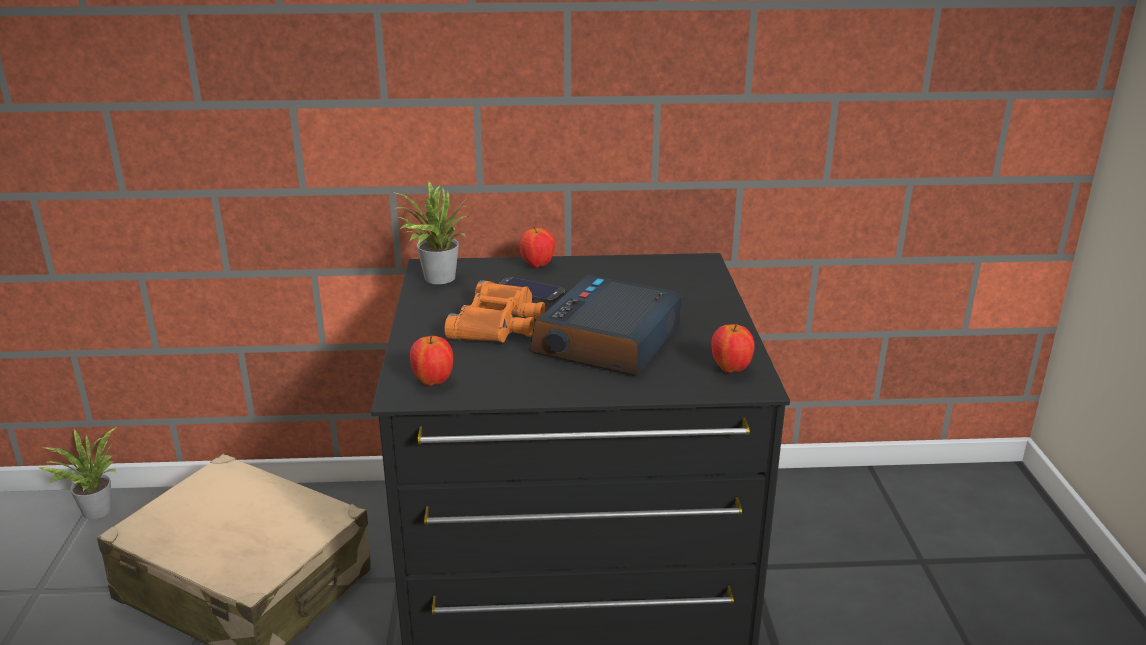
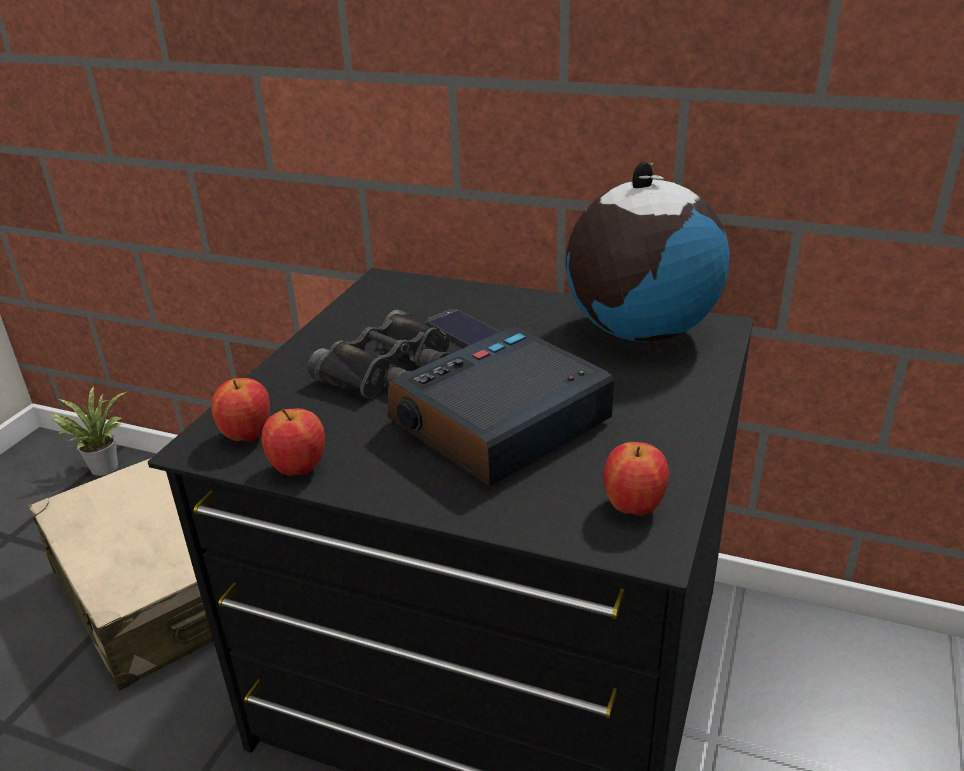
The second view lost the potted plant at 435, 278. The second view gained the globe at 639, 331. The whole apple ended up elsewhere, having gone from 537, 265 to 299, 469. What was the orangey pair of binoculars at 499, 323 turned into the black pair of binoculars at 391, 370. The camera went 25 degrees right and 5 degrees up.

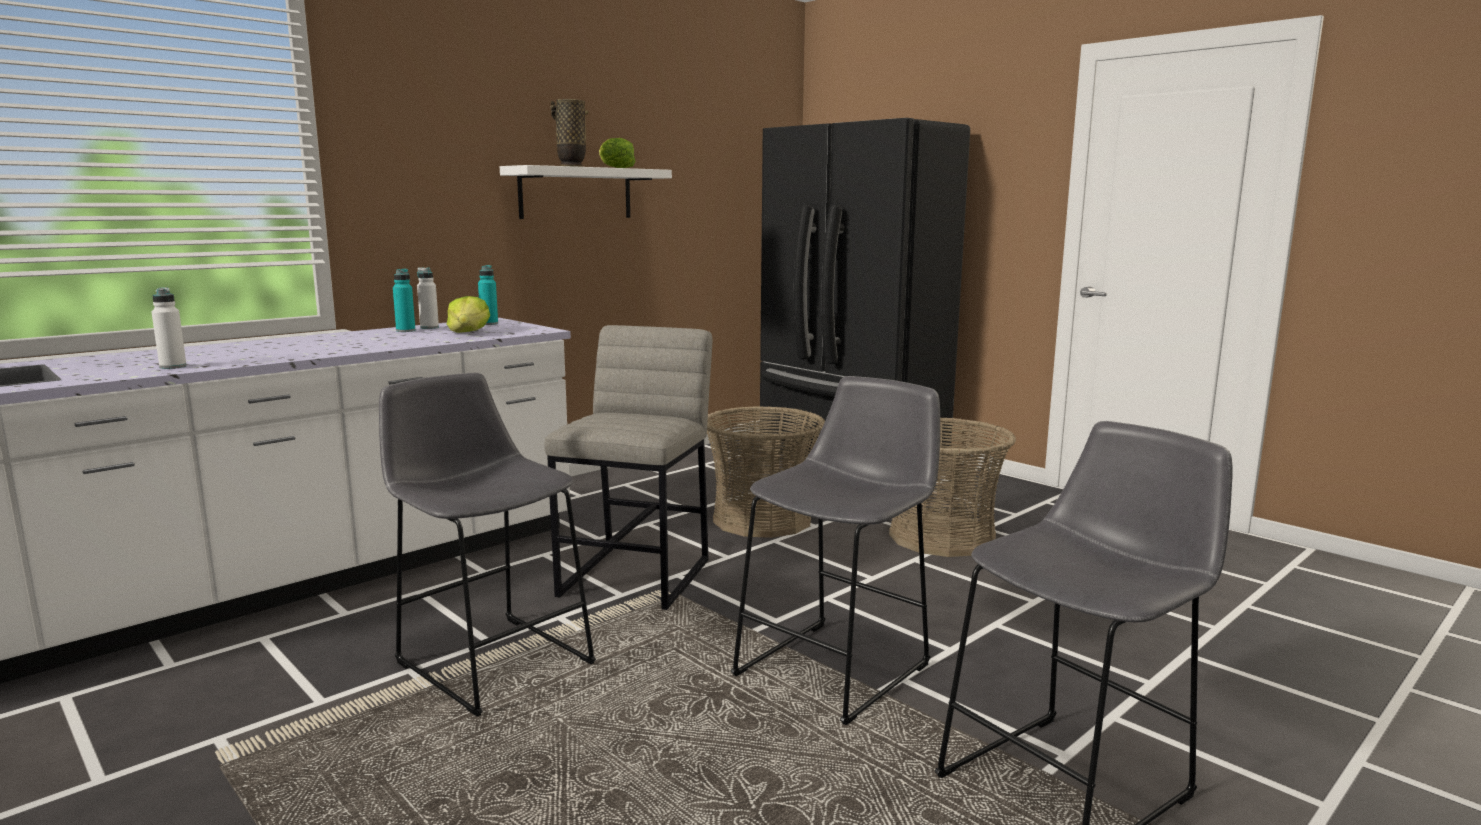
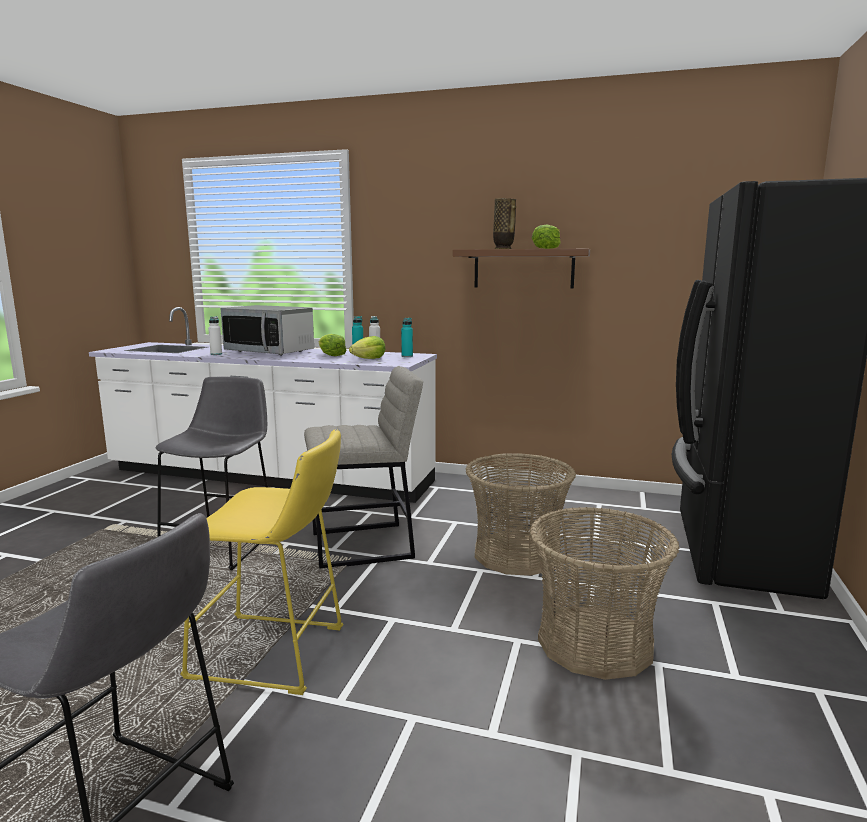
The second view gained the microwave oven at 270, 351. The second view gained the head of lettuce at 331, 355. What was the white-coloured shelf at 576, 193 turned into the brownish shelf at 523, 269. What was the greyish stool seat at 839, 667 turned into the yellow-coloured stool seat at 275, 654. The camera went 60 degrees right and 0 degrees up.

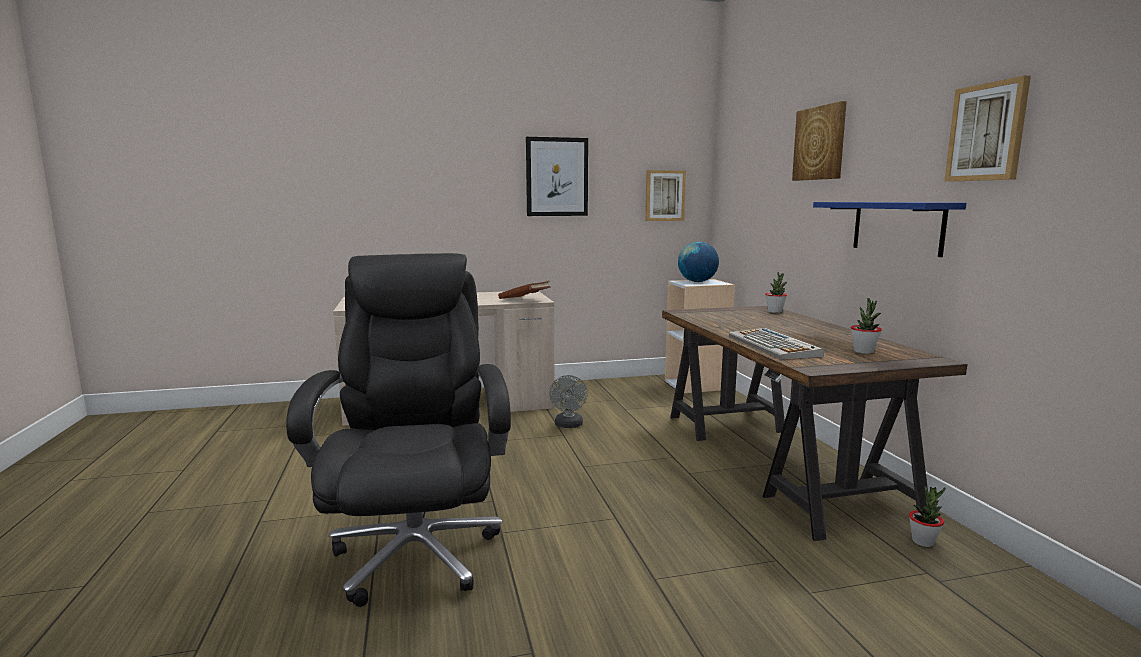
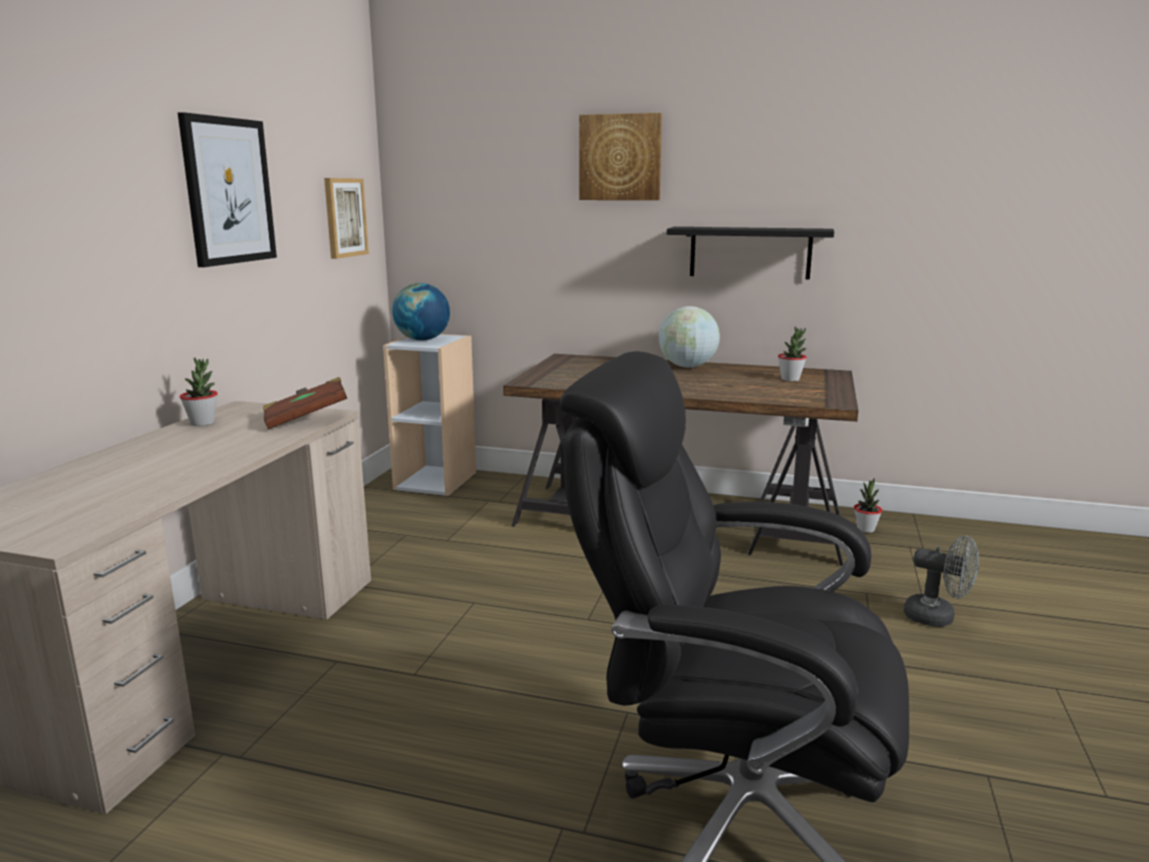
The second view lost the keyboard at 774, 346. The second view lost the wall art at 987, 132. The second view gained the globe at 687, 366. The greyish cooling fan ended up elsewhere, having gone from 568, 425 to 937, 618. The potted plant ended up elsewhere, having gone from 775, 311 to 202, 423. What was the blue-coloured shelf at 897, 227 turned into the black shelf at 750, 252. The camera went 60 degrees left and 5 degrees up.

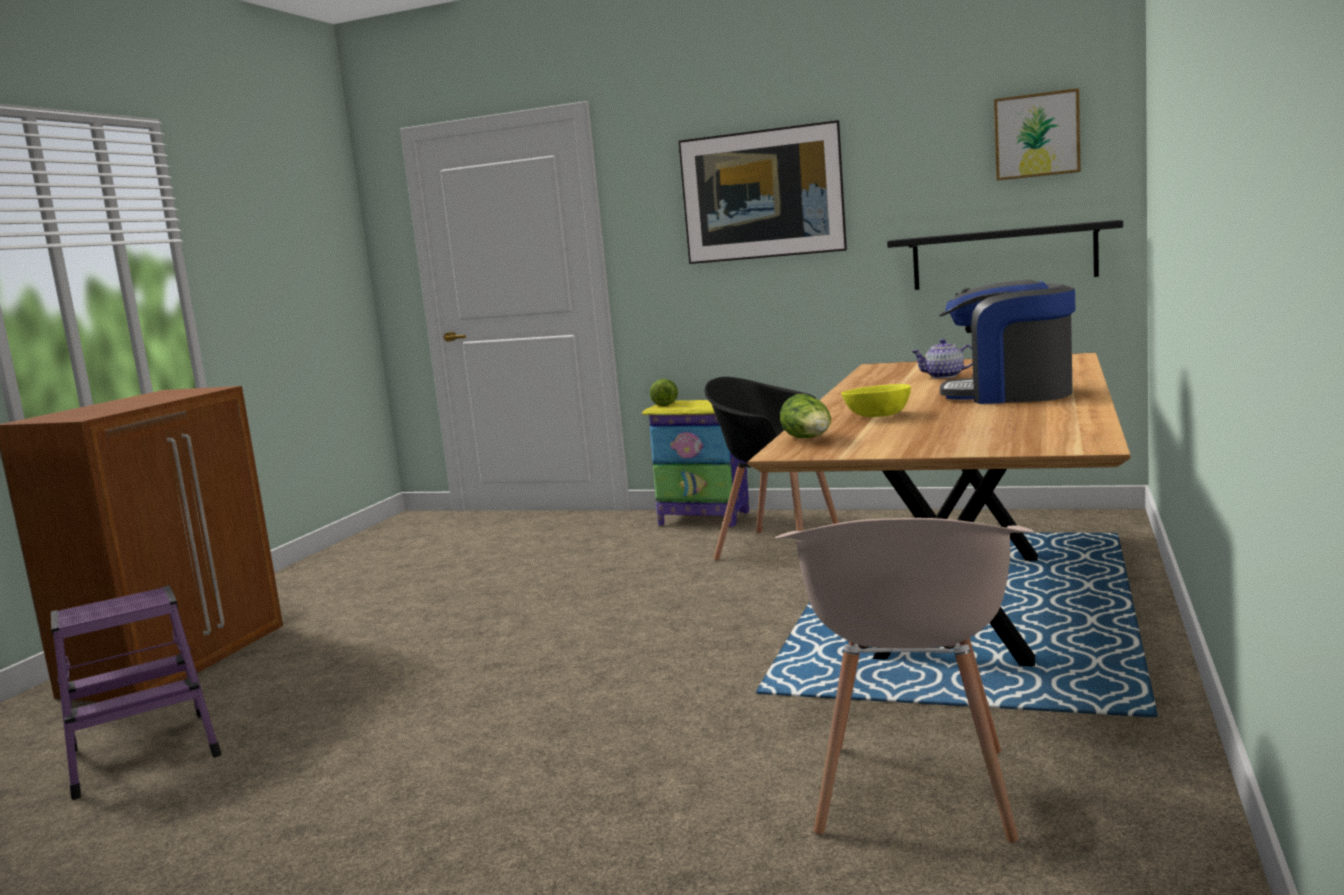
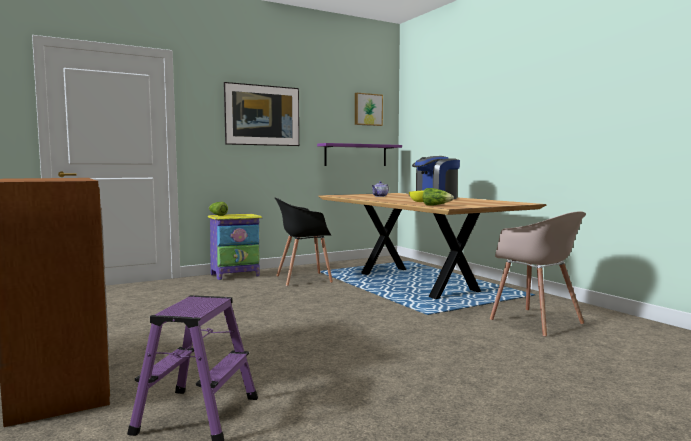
What was the black shelf at 1003, 256 turned into the purple shelf at 356, 155. The camera went 50 degrees left and 5 degrees down.

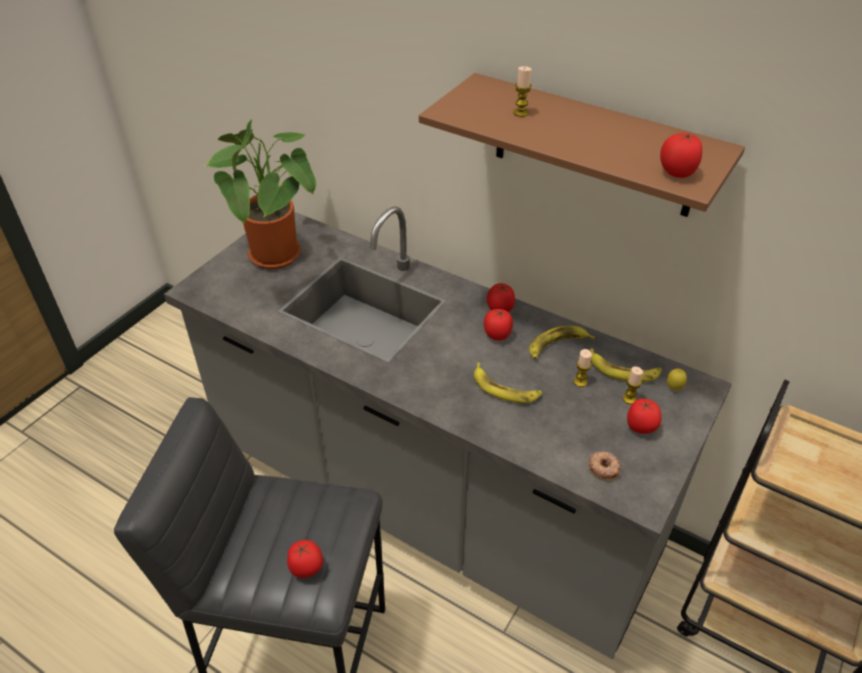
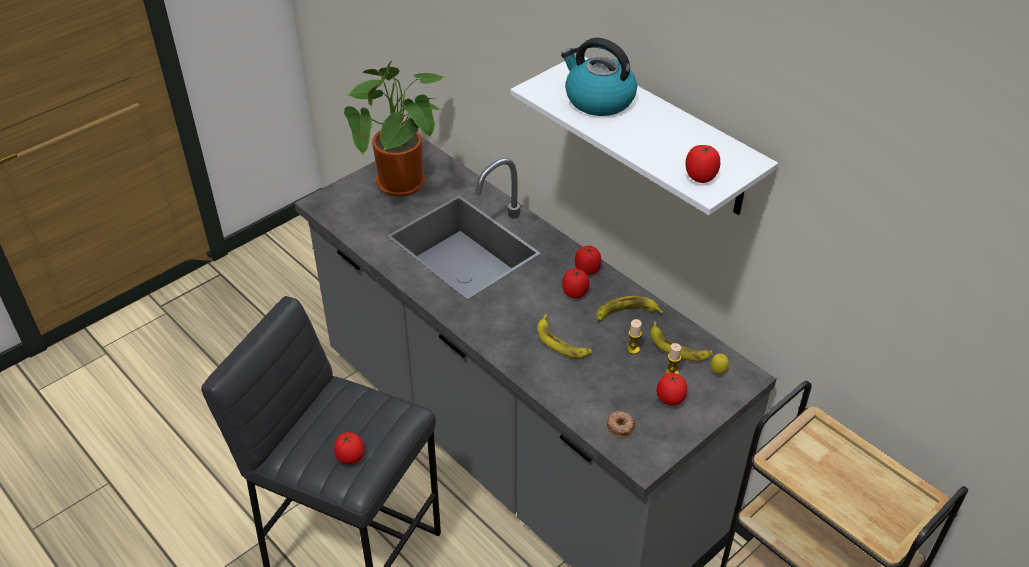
Where the wax candle stood at 521, 113, the kettle came to stand at 598, 100. What was the brownish shelf at 593, 146 turned into the white-coloured shelf at 668, 137. The camera went 15 degrees right and 0 degrees up.

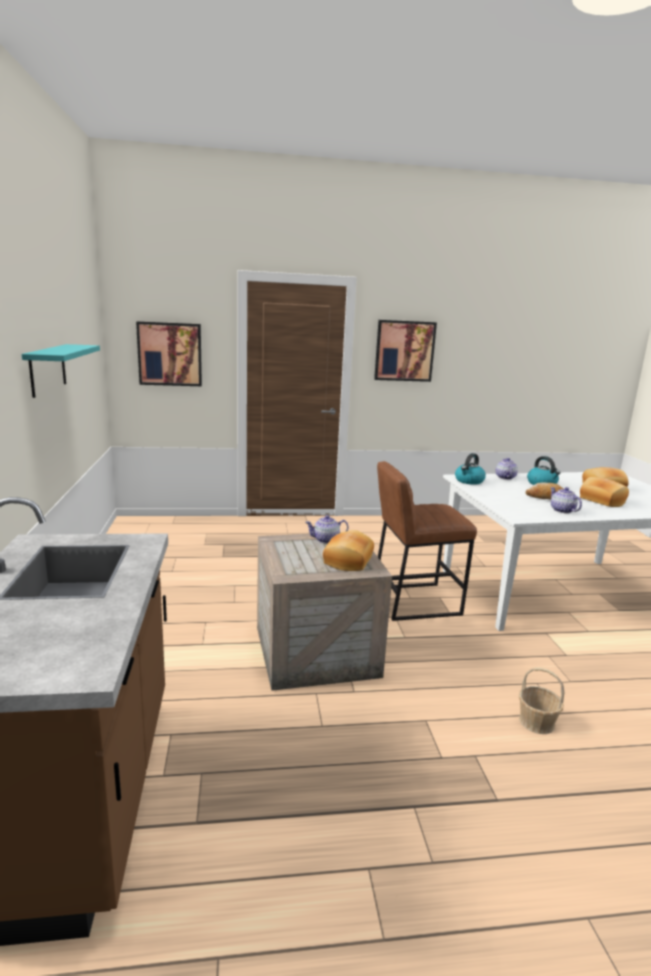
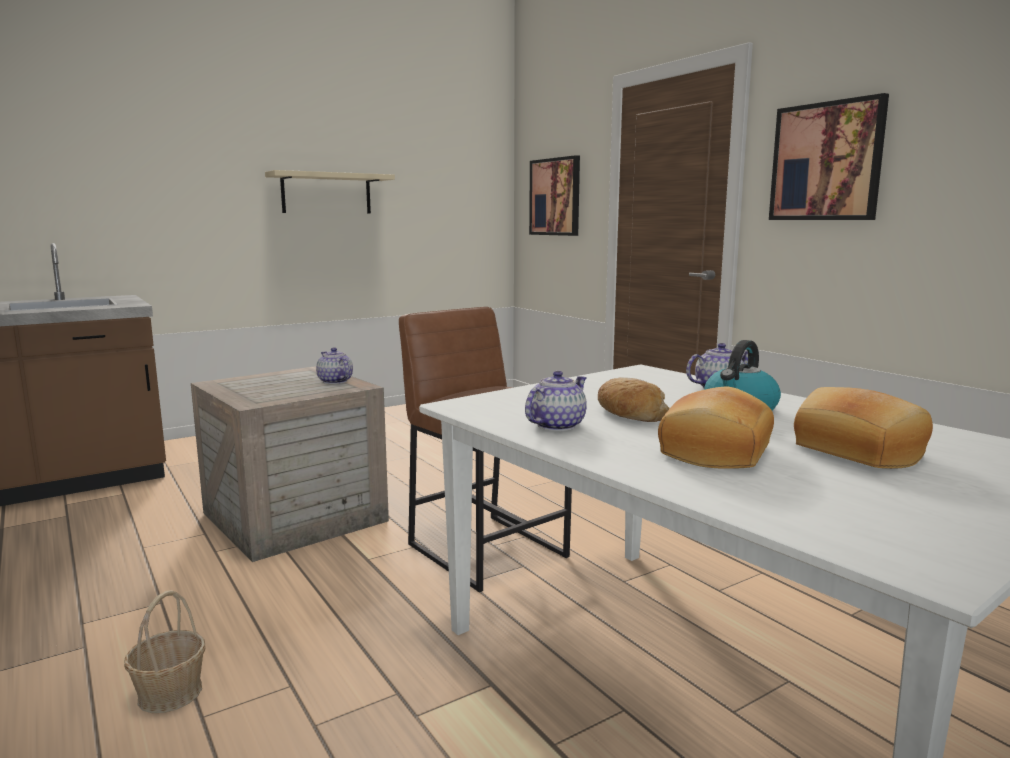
The second view lost the baked bread at 347, 560. The second view lost the kettle at 469, 481. What was the turquoise-coloured shelf at 48, 369 turned into the beige-coloured shelf at 326, 193. The camera went 65 degrees right and 5 degrees down.

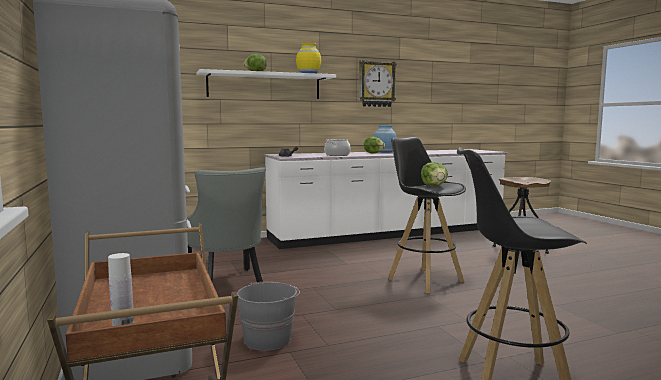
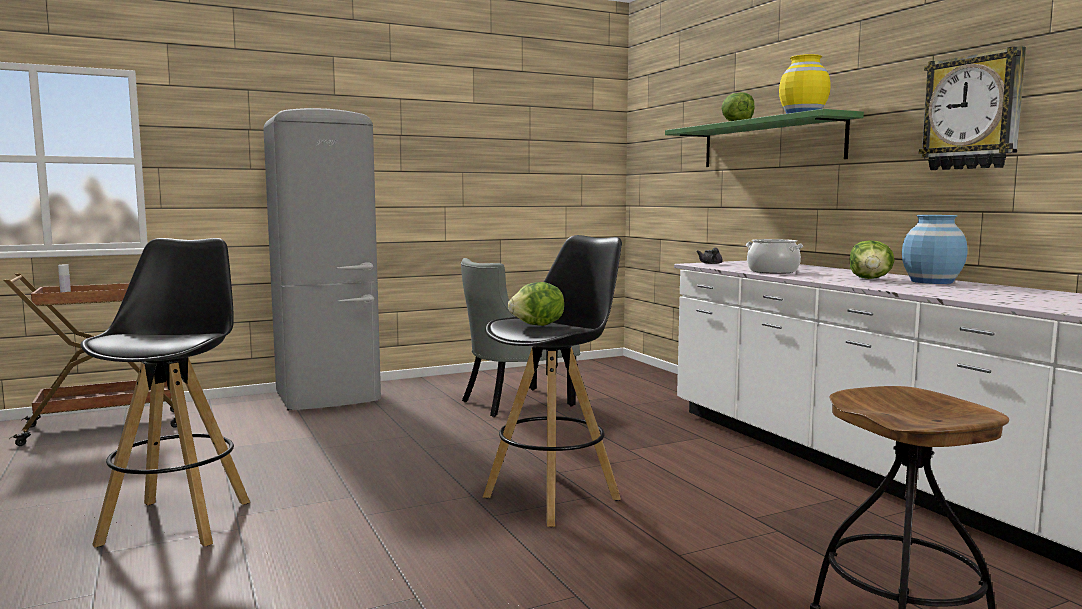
The second view lost the greyish water bucket at 268, 339. What was the white-coloured shelf at 264, 86 turned into the greenish shelf at 770, 143. The camera went 85 degrees right and 0 degrees up.

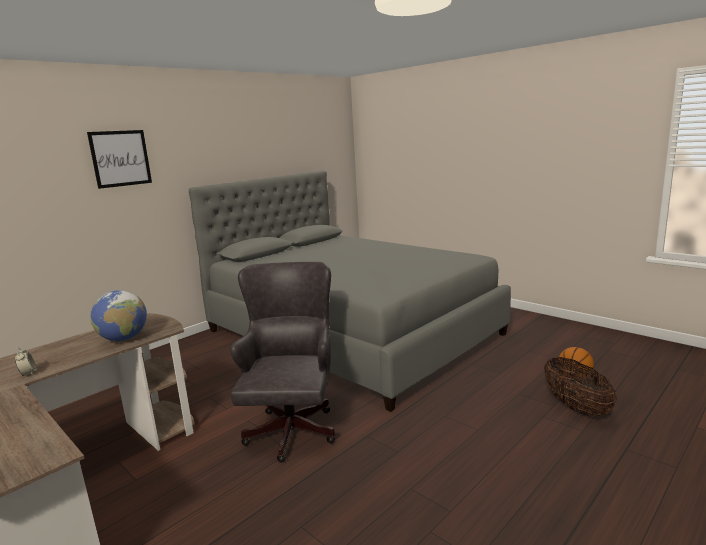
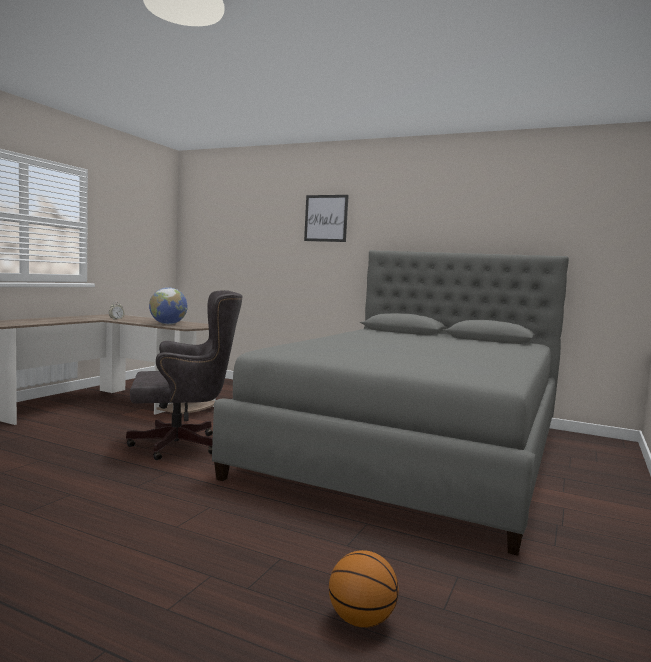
The second view lost the basket at 575, 407. The camera went 70 degrees right and 10 degrees down.

